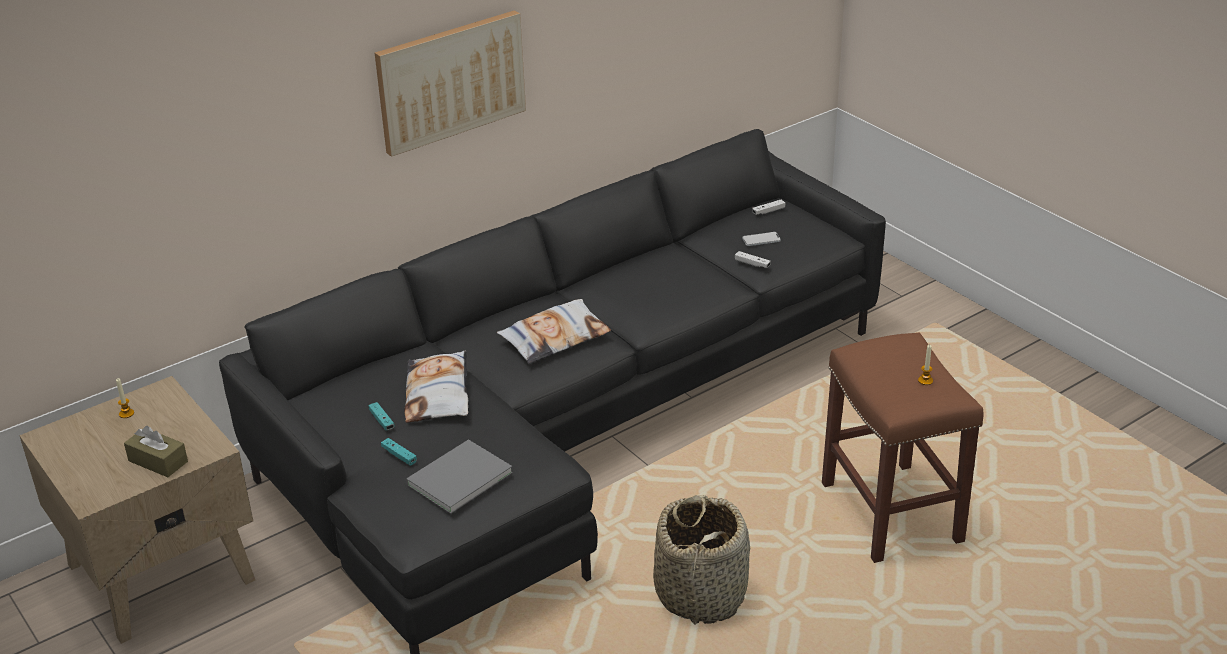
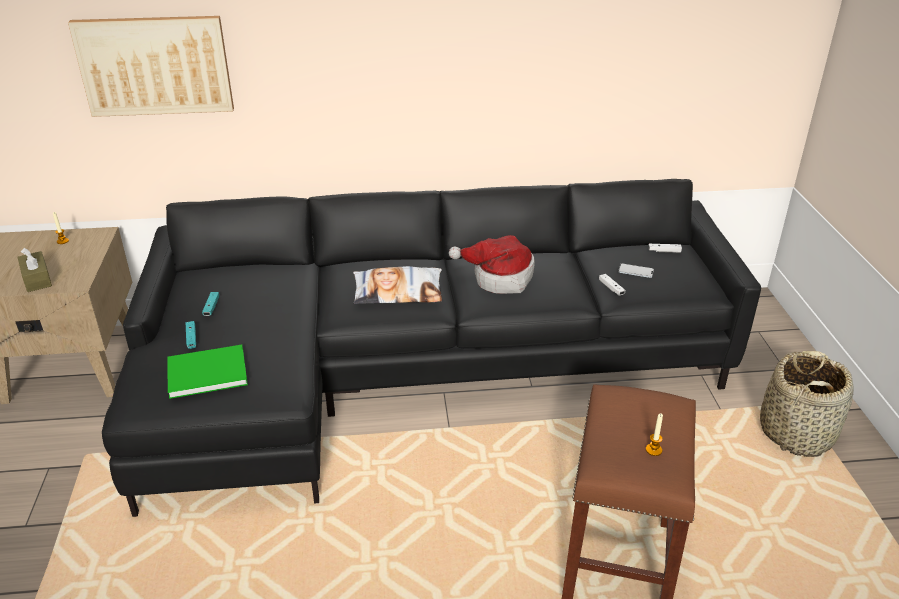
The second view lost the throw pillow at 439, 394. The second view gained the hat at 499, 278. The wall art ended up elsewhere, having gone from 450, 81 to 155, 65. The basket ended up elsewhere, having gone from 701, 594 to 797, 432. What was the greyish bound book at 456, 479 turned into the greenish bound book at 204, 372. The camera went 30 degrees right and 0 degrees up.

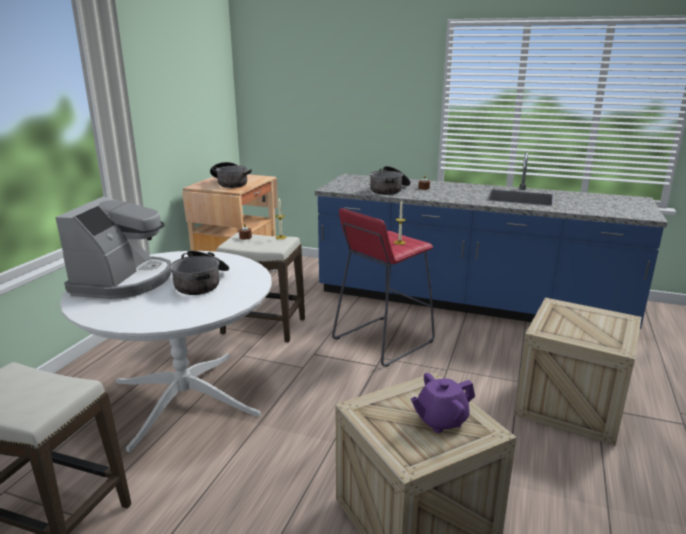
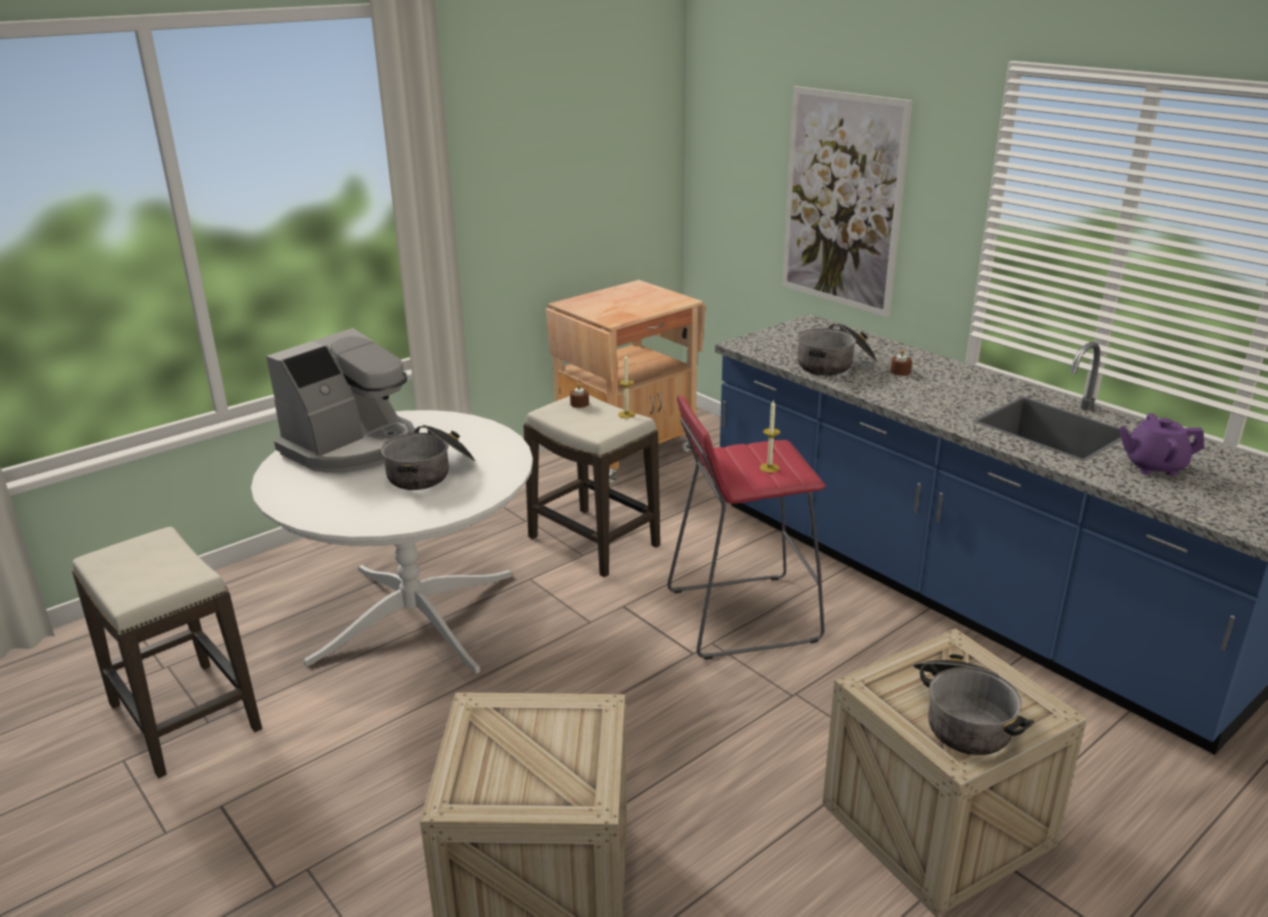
The second view gained the wall art at 842, 201. The saucepot ended up elsewhere, having gone from 230, 183 to 962, 717. The purple pot for tea ended up elsewhere, having gone from 440, 420 to 1153, 466. The camera went 30 degrees right and 5 degrees up.

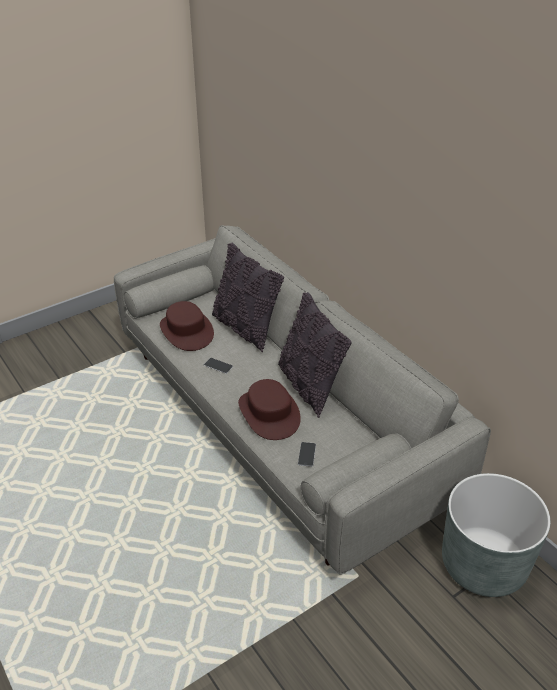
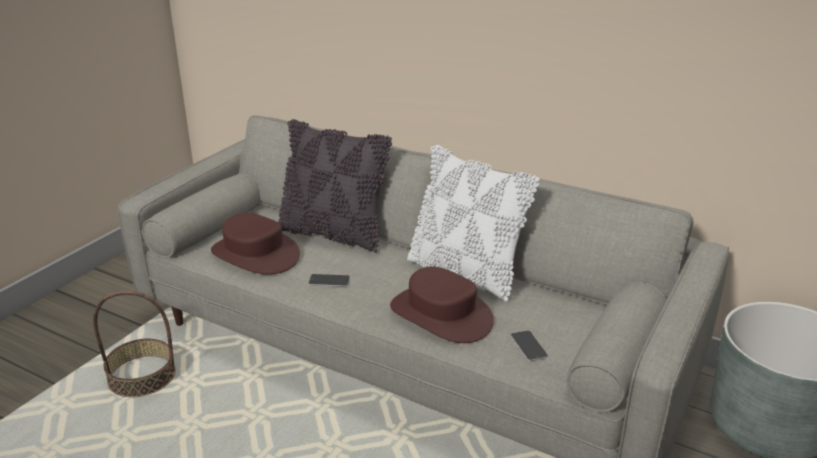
The second view gained the basket at 142, 376. What was the black throw pillow at 309, 386 turned into the white-coloured throw pillow at 466, 273. The camera went 25 degrees left and 10 degrees down.

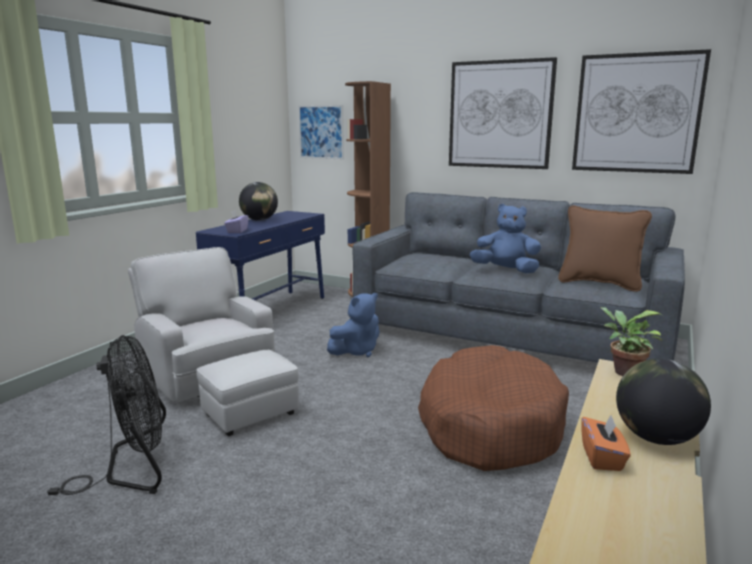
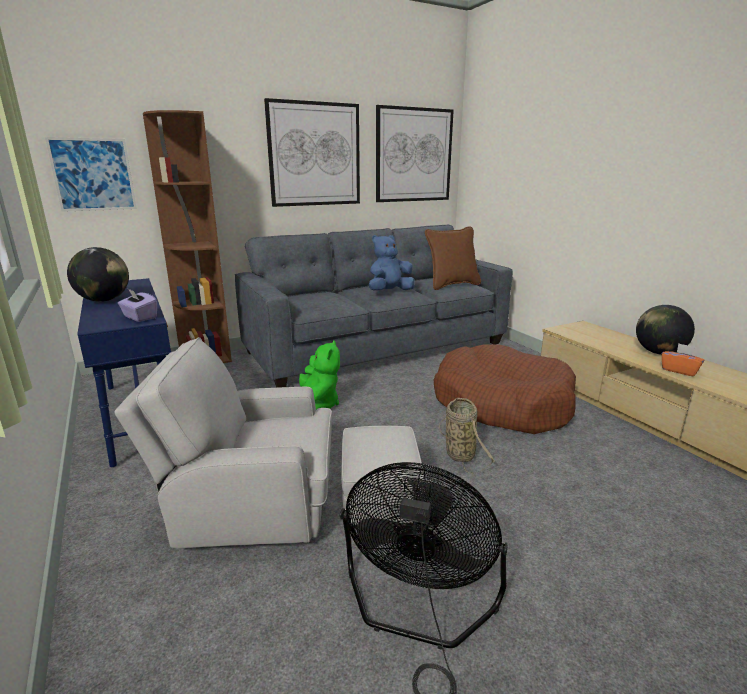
The second view lost the potted plant at 623, 372. The second view gained the basket at 459, 453. What was the blue-coloured soft toy at 356, 351 turned into the greenish soft toy at 318, 405. The camera went 55 degrees left and 5 degrees up.

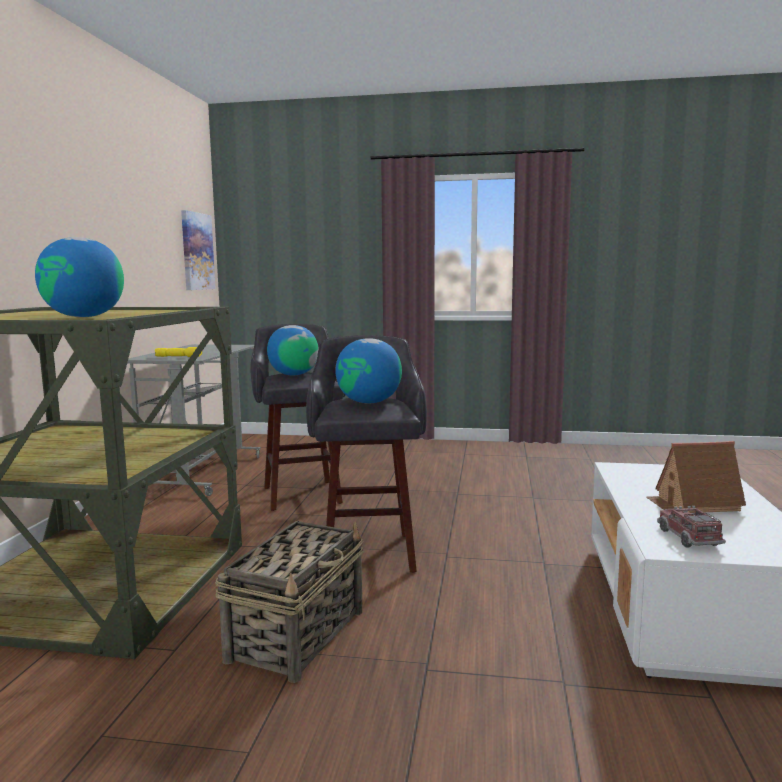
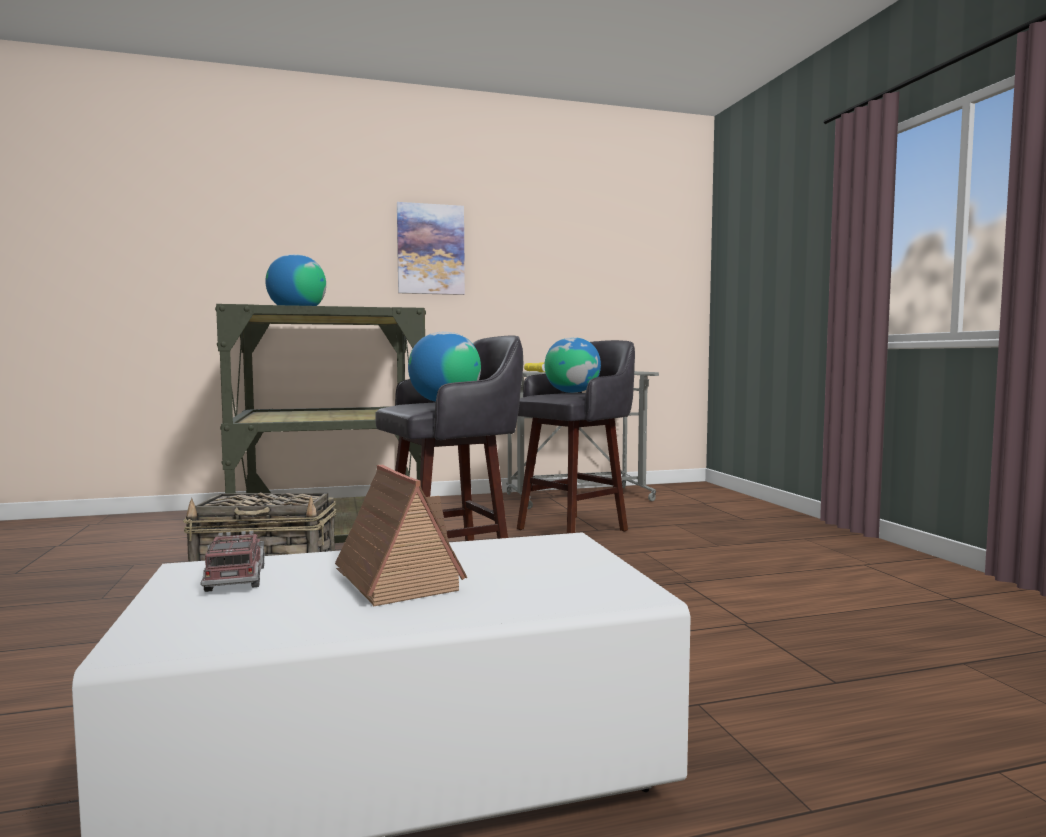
The wall art ended up elsewhere, having gone from 197, 251 to 430, 249. The model truck at 688, 537 ended up facing another way, 75 degrees counterclockwise from before. The camera went 65 degrees right and 5 degrees down.

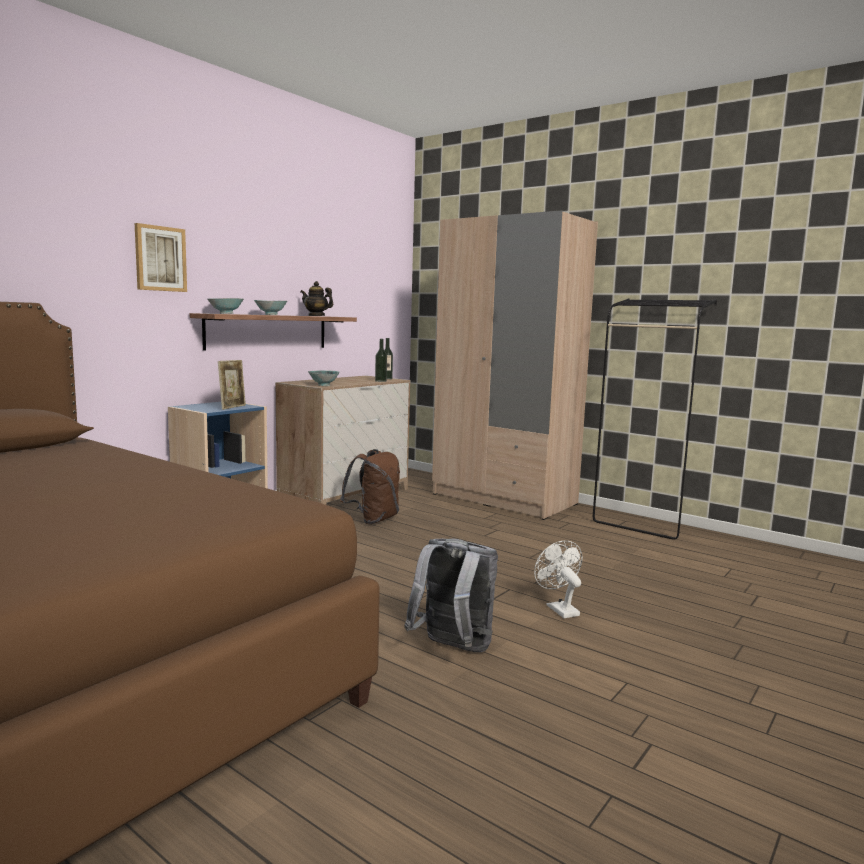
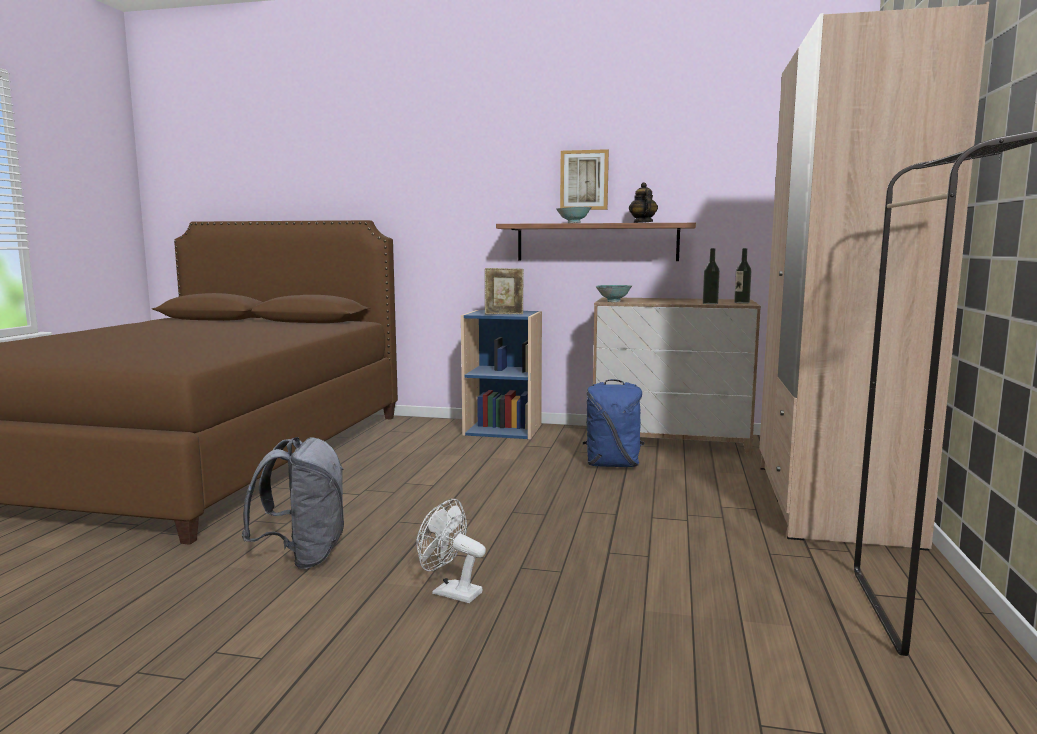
The second view lost the serving bowl at 226, 313. The wall art ended up elsewhere, having gone from 160, 258 to 584, 180. What was the brownish backpack at 373, 519 turned into the blue-coloured backpack at 613, 465. The white-coloured cooling fan at 559, 609 ended up facing another way, 105 degrees counterclockwise from before. The camera went 65 degrees right and 0 degrees up.

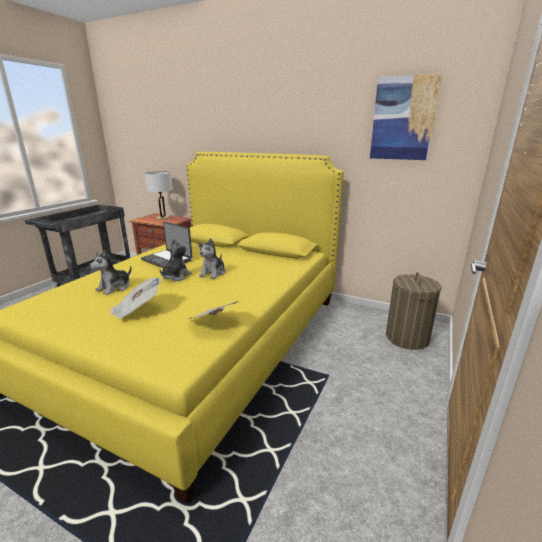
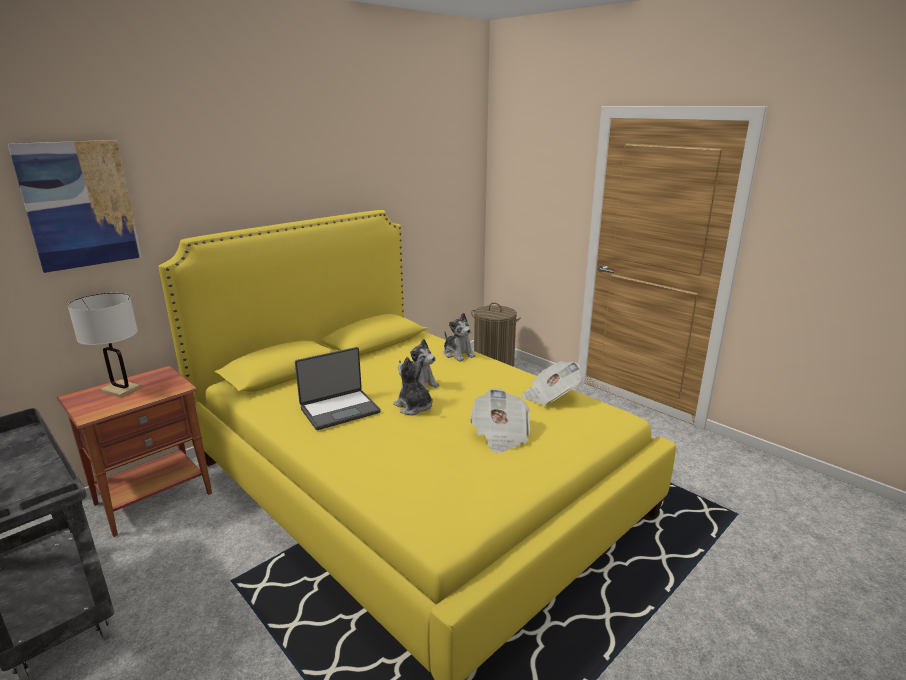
The soft toy ended up elsewhere, having gone from 114, 288 to 458, 354. The wall art ended up elsewhere, having gone from 403, 119 to 79, 205. The camera went 70 degrees left and 0 degrees up.

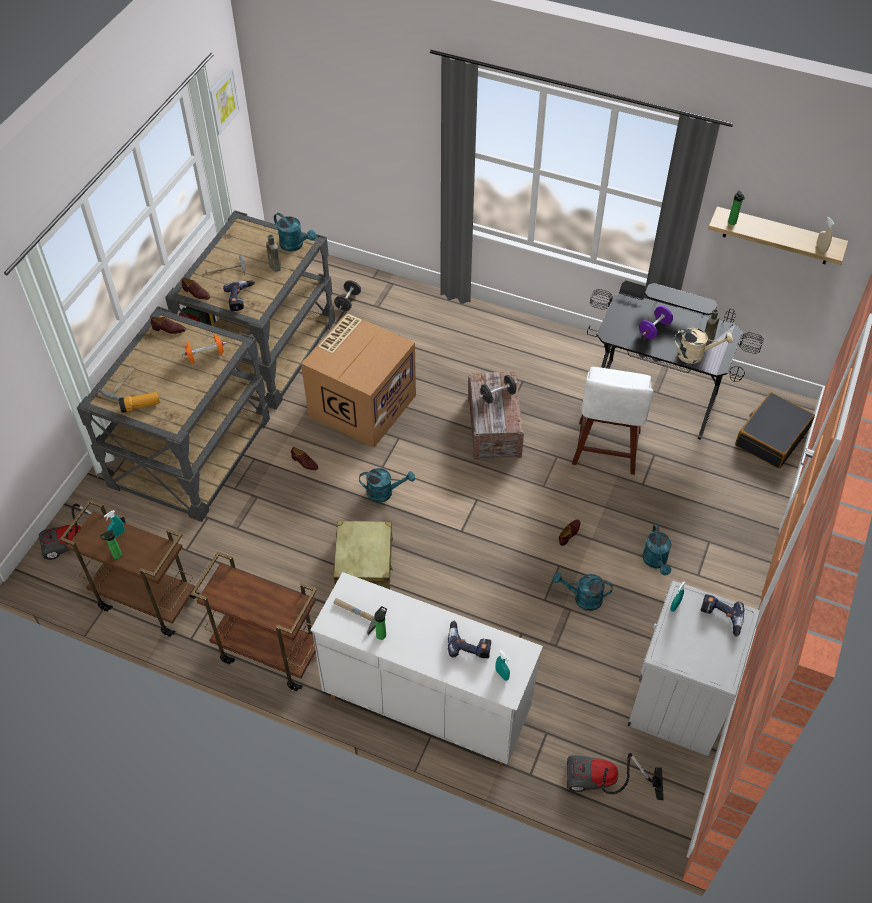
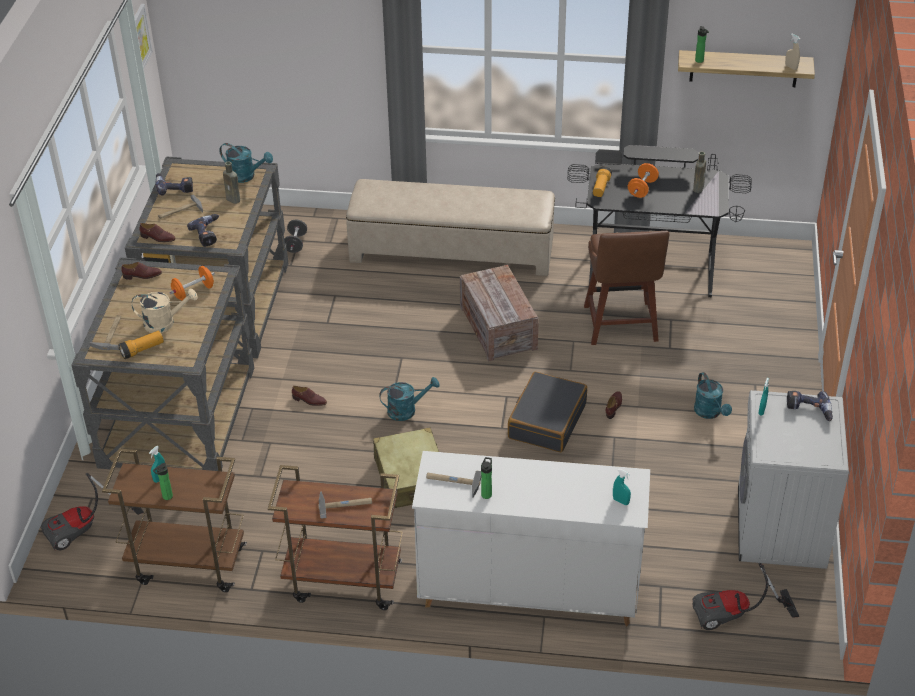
The second view lost the cardboard box at 362, 404. The second view lost the black free weight at 498, 395. The second view lost the turquoise-coloured watering pot at 582, 598. The second view gained the tool hammer at 345, 504. The second view gained the beige-coloured indoor bench at 453, 249. The second view gained the flashlight at 601, 187. The drill ended up elsewhere, having gone from 469, 644 to 174, 187. The beige-coloured watering pot ended up elsewhere, having gone from 695, 355 to 165, 323. The black piece of luggage ended up elsewhere, having gone from 771, 437 to 546, 421. What was the white-coloured upright chair at 605, 451 turned into the brownish upright chair at 621, 326. What was the purple free weight at 654, 329 turned into the orangey free weight at 642, 189. The camera went 15 degrees left and 10 degrees down.

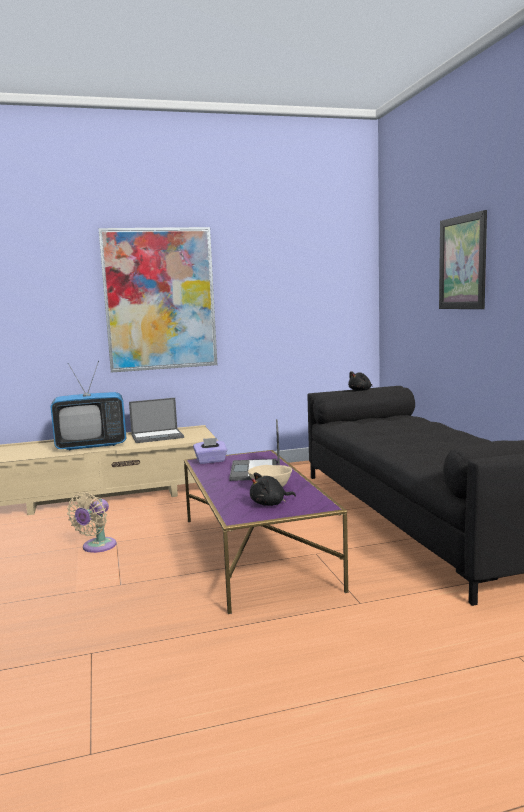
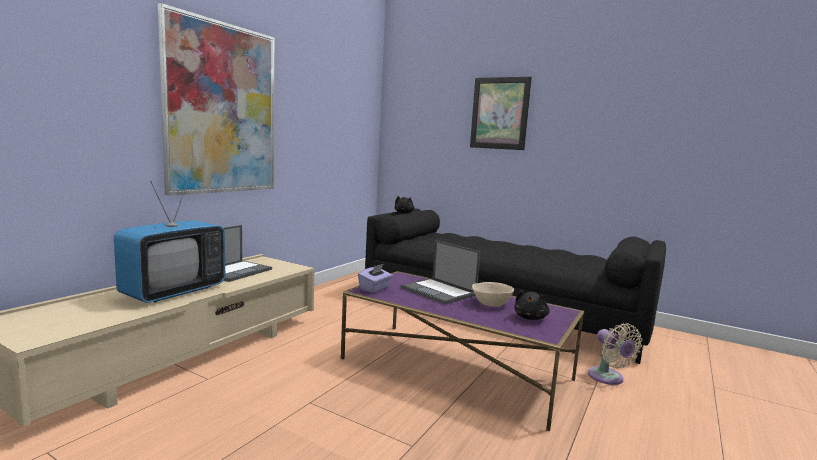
The beige-coloured cooling fan ended up elsewhere, having gone from 97, 547 to 608, 378. The camera went 45 degrees left and 0 degrees up.

